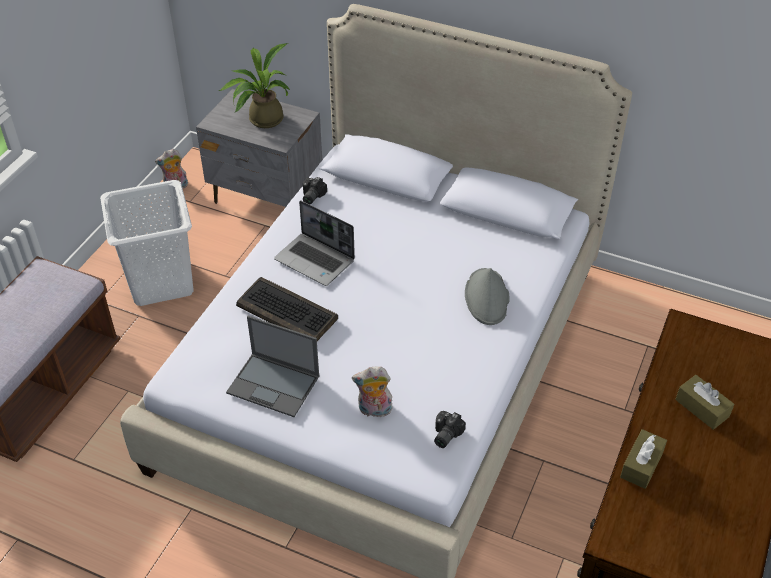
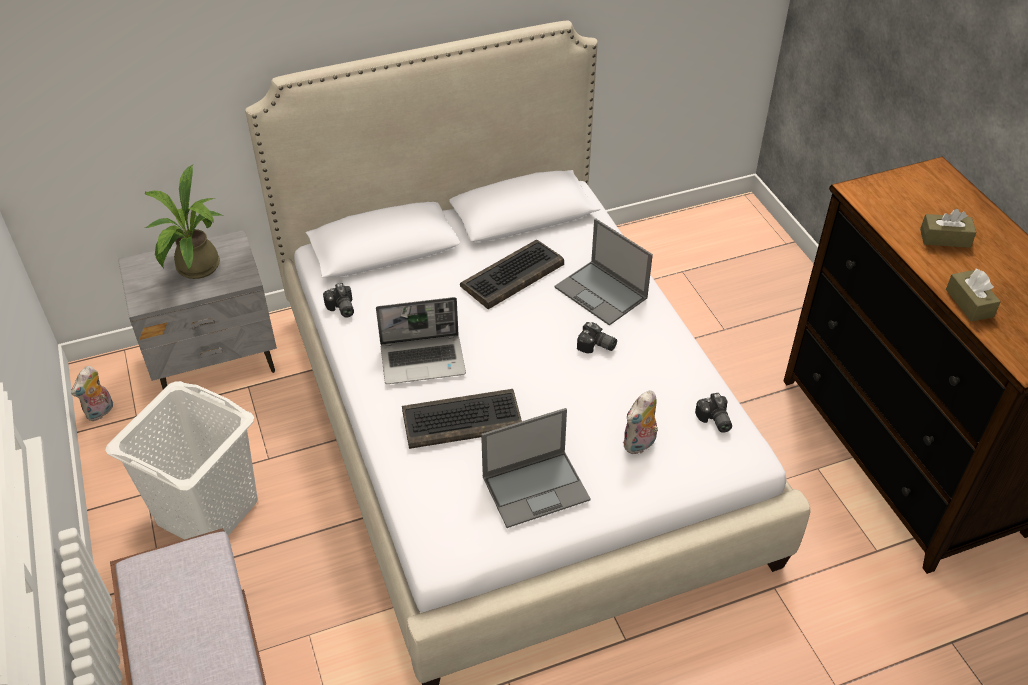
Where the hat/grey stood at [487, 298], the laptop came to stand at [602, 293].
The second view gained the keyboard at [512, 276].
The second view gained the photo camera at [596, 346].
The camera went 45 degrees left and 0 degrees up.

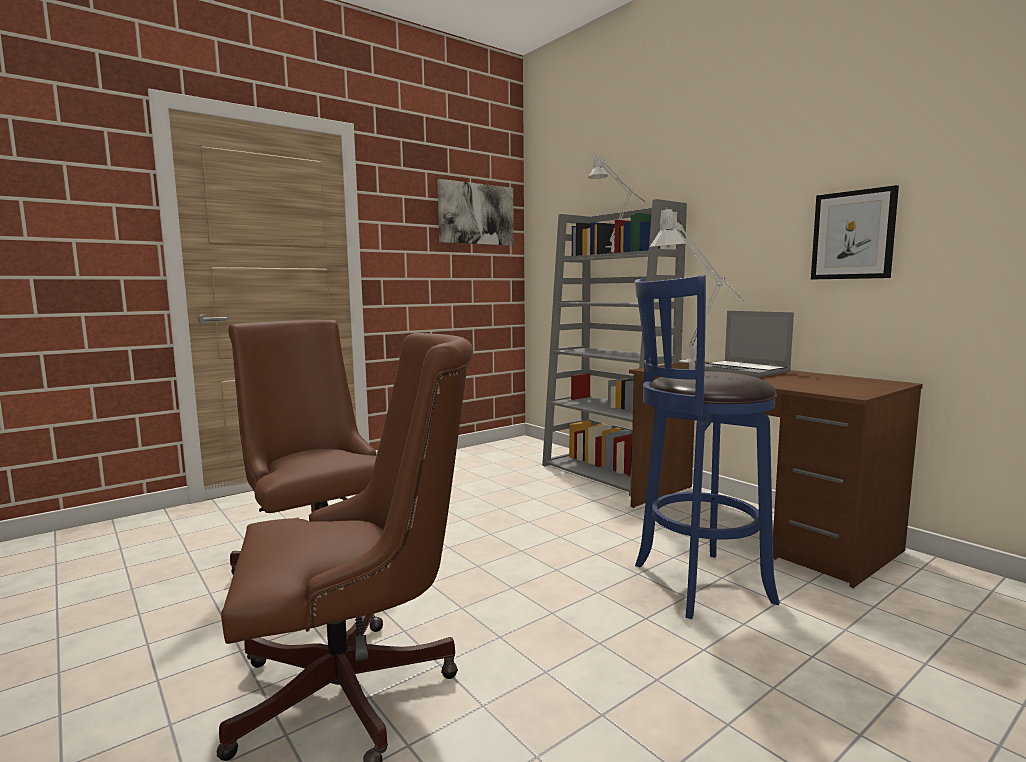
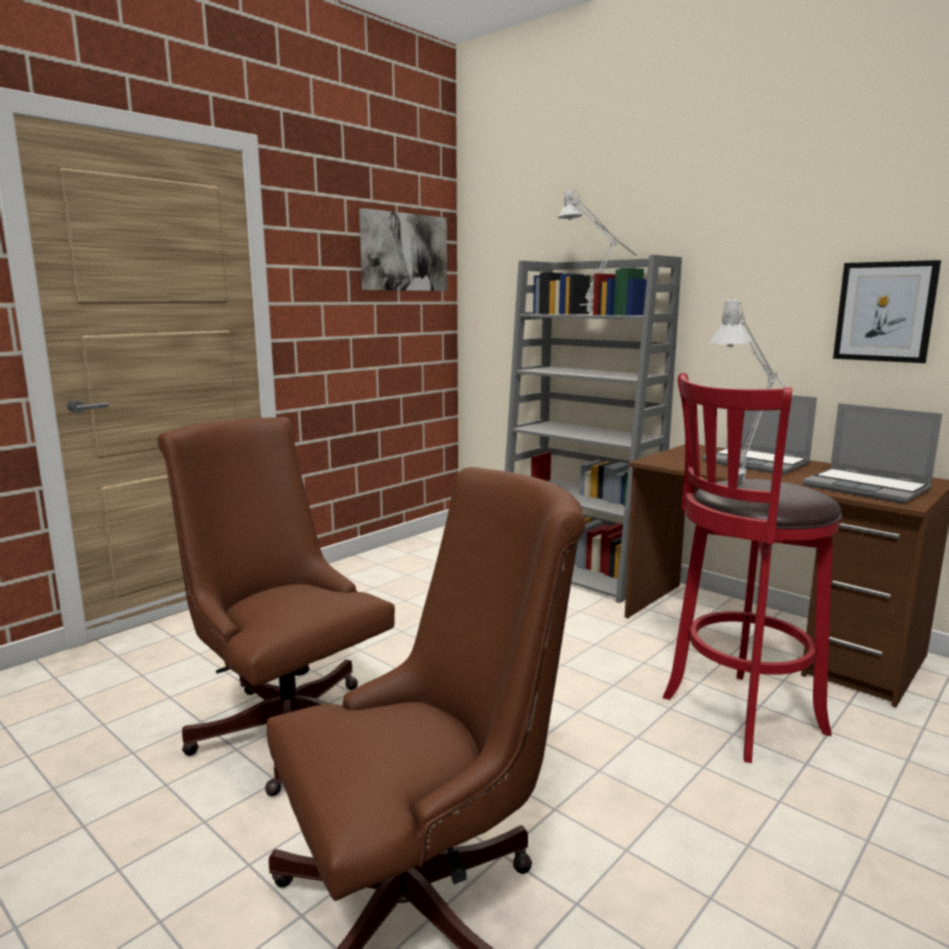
What was the stool/blue at [695, 584] turned into the stool/red at [736, 717].
The second view gained the laptop at [867, 488].
The camera went 10 degrees left and 5 degrees up.

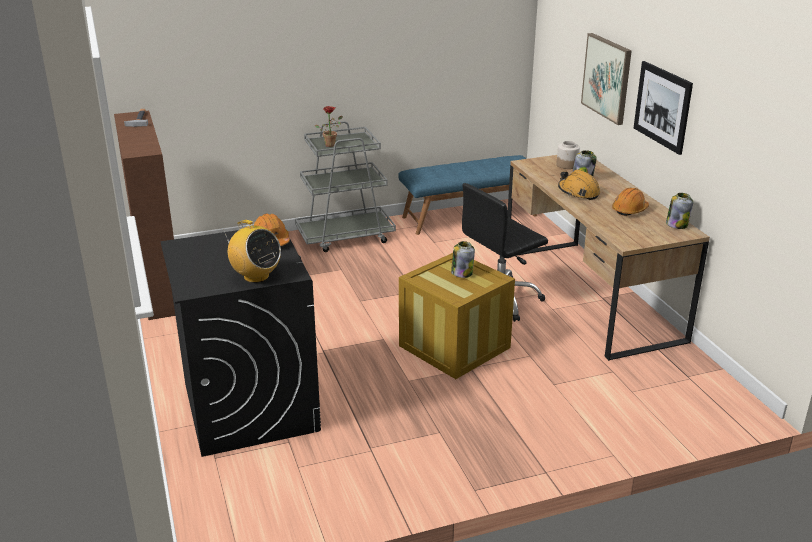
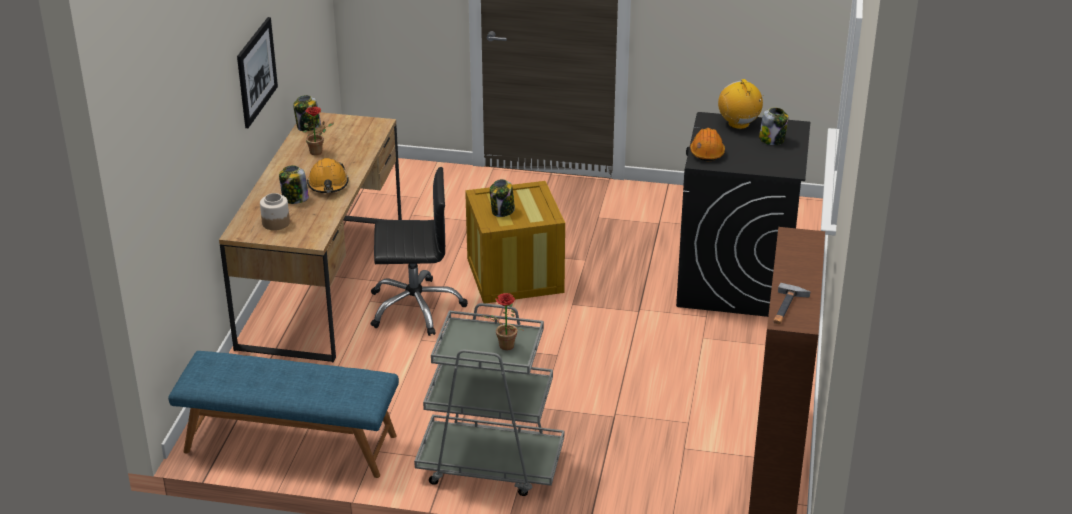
The second view lost the picture at [607, 78].
Where the hard hat/orange stood at [629, 210], the potted plant came to stand at [318, 151].
The second view gained the jar at [772, 140].
The camera went 150 degrees left and 5 degrees up.

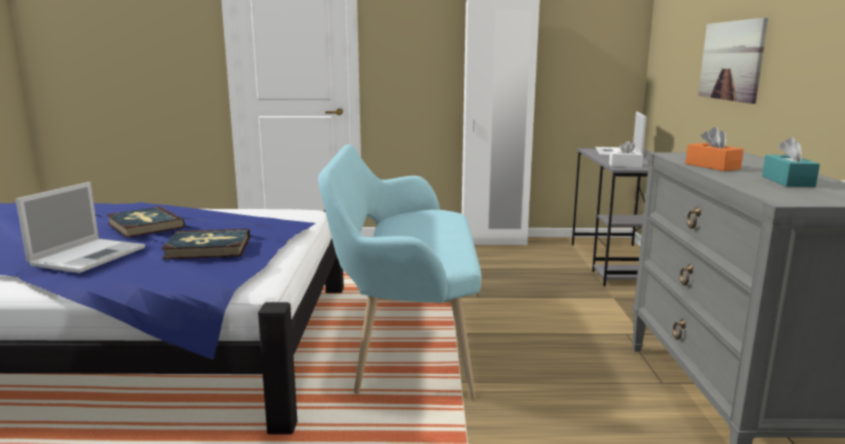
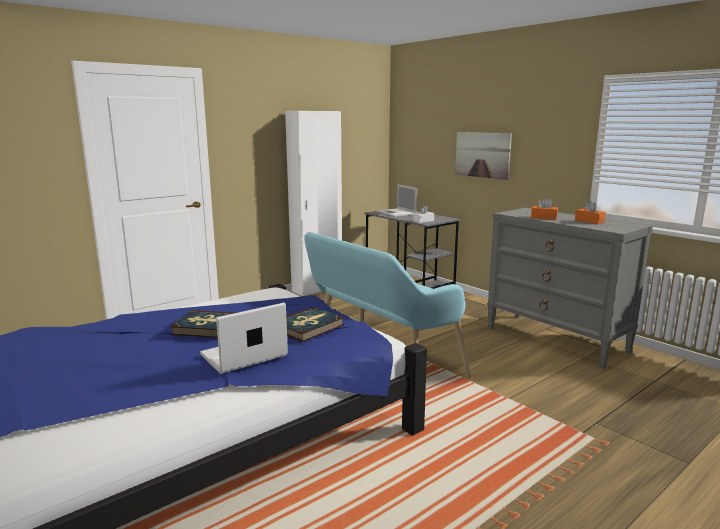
The laptop at [90, 255] ended up facing another way, 105 degrees counterclockwise from before.
What was the tissue box/turquoise at [787, 181] turned into the tissue box/orange at [589, 221].
The camera went 40 degrees left and 0 degrees up.

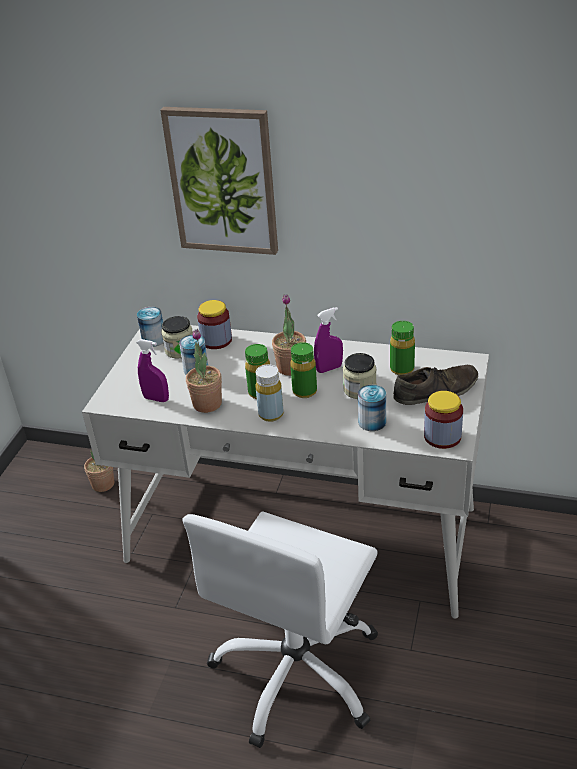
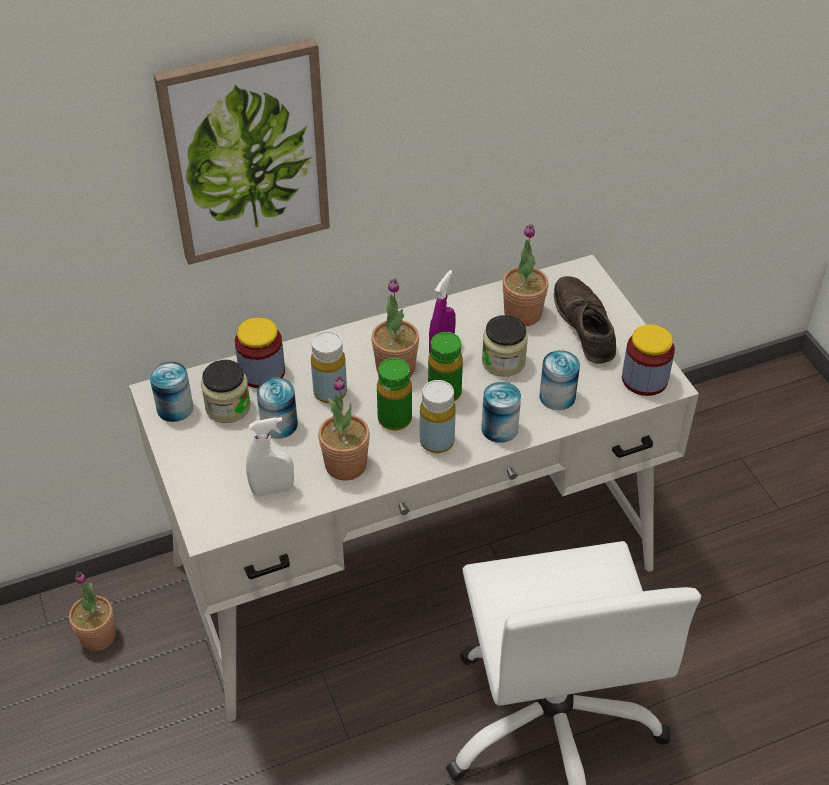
What was the spray bottle/purple at [156, 399] turned into the spray bottle/white at [272, 490].
Where the bottle/green stood at [402, 369], the potted plant came to stand at [522, 314].
The shoe/brown at [436, 391] ended up facing another way, 45 degrees counterclockwise from before.
The second view gained the bottle/yellow at [330, 392].
The second view gained the can at [499, 428].
The camera went 40 degrees left and 10 degrees up.

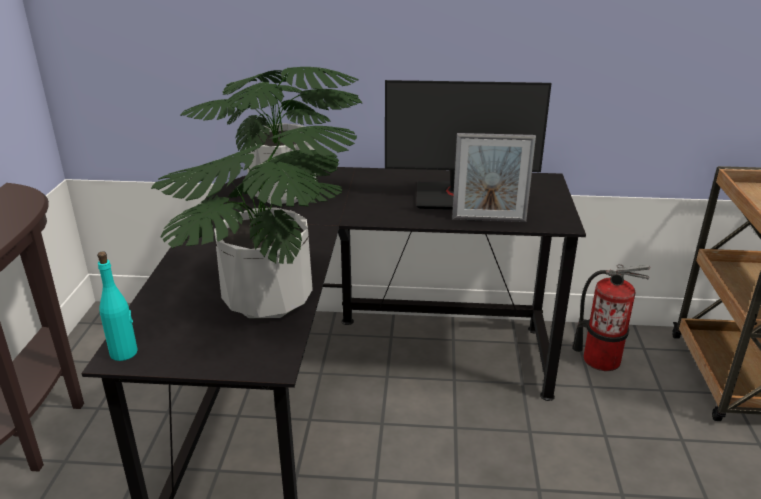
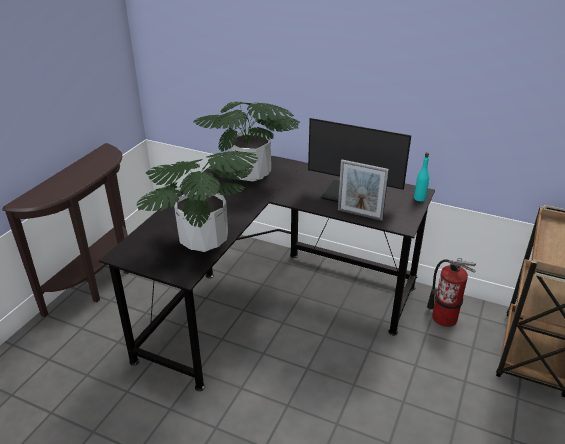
The bottle/turquoise ended up elsewhere, having gone from [124, 353] to [420, 198].
The camera went 20 degrees right and 5 degrees up.

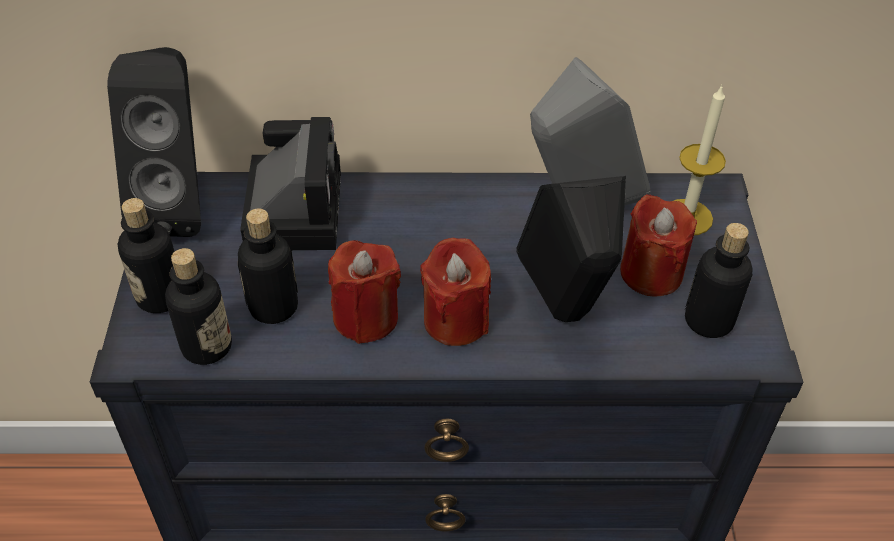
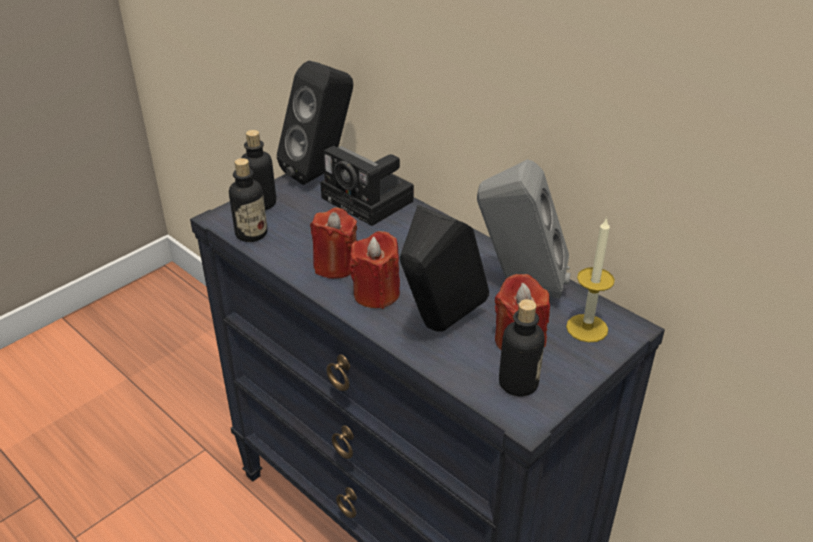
The second view lost the bottle at [273, 307].
The photo camera at [293, 207] ended up facing another way, 90 degrees clockwise from before.
The camera went 45 degrees right and 10 degrees down.

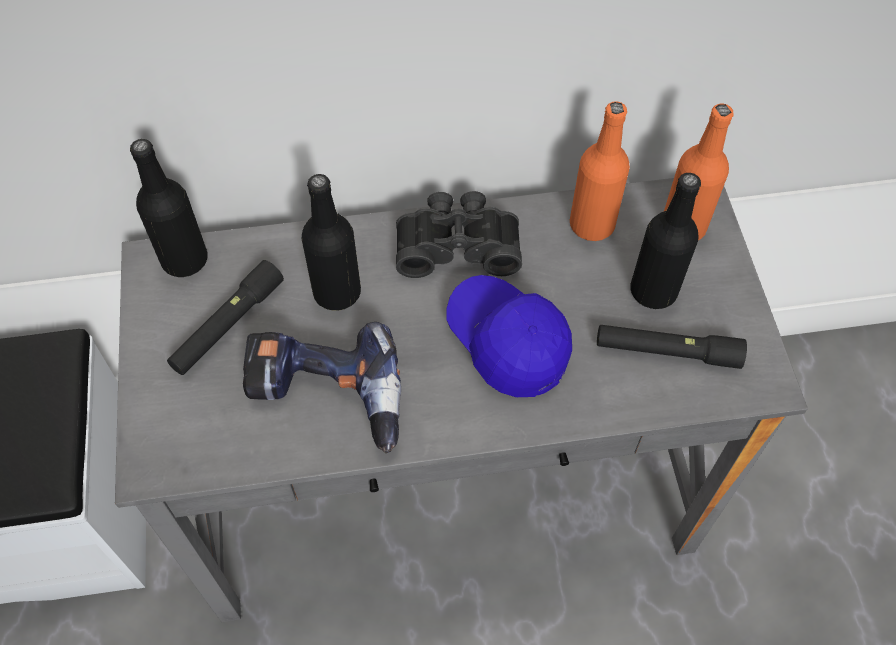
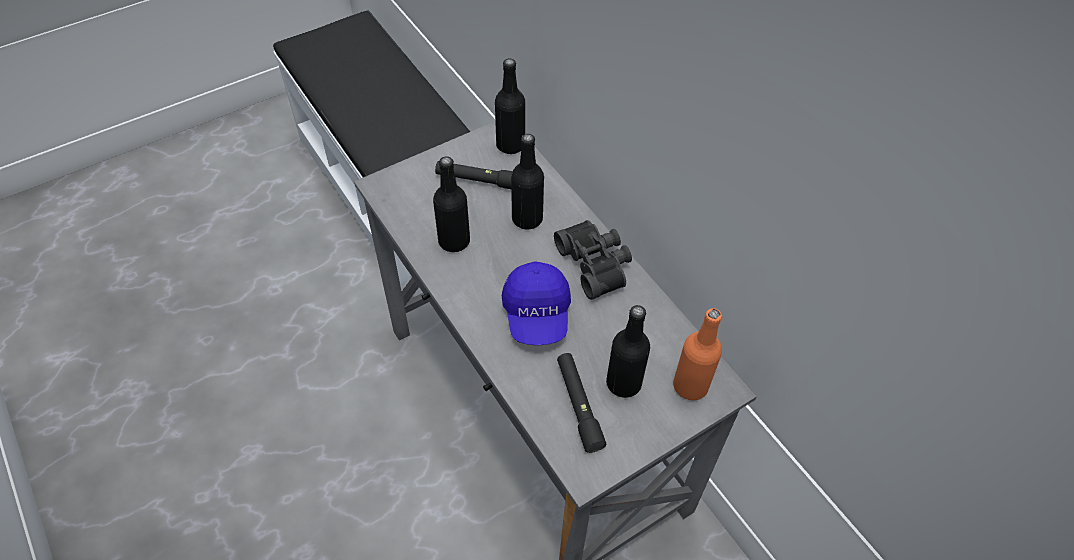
Where the power drill stood at [326, 399], the bottle/black came to stand at [454, 241].
The cap/blue at [507, 343] ended up facing another way, 150 degrees clockwise from before.
The second view lost the bottle/orange at [592, 224].
The camera went 65 degrees right and 5 degrees down.

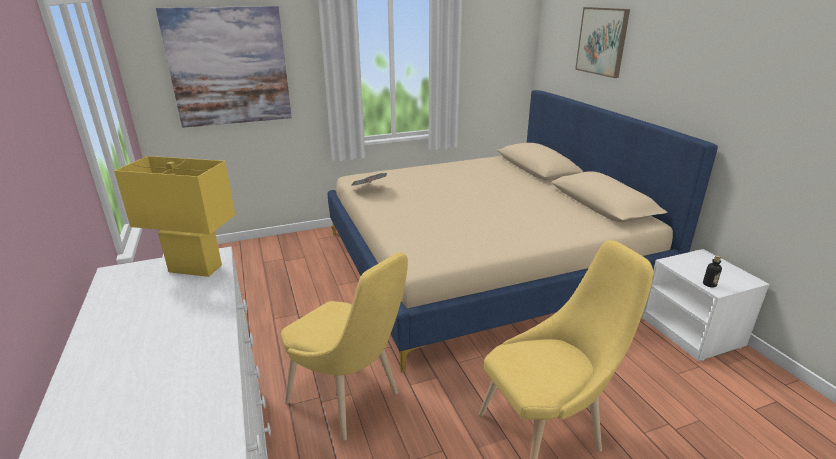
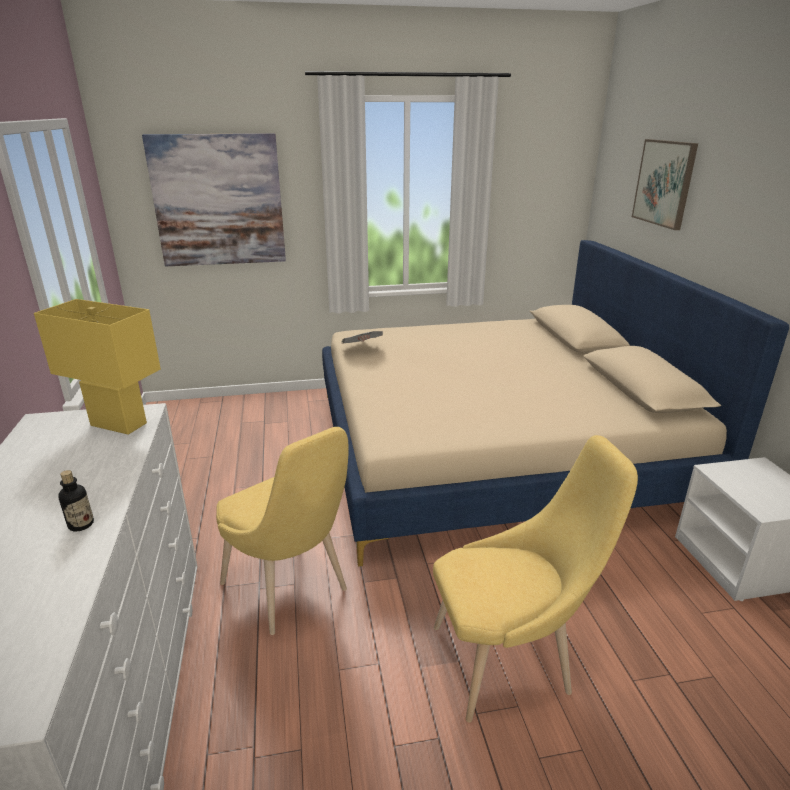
The bottle ended up elsewhere, having gone from [709, 284] to [81, 524].
The camera went 10 degrees right and 0 degrees up.

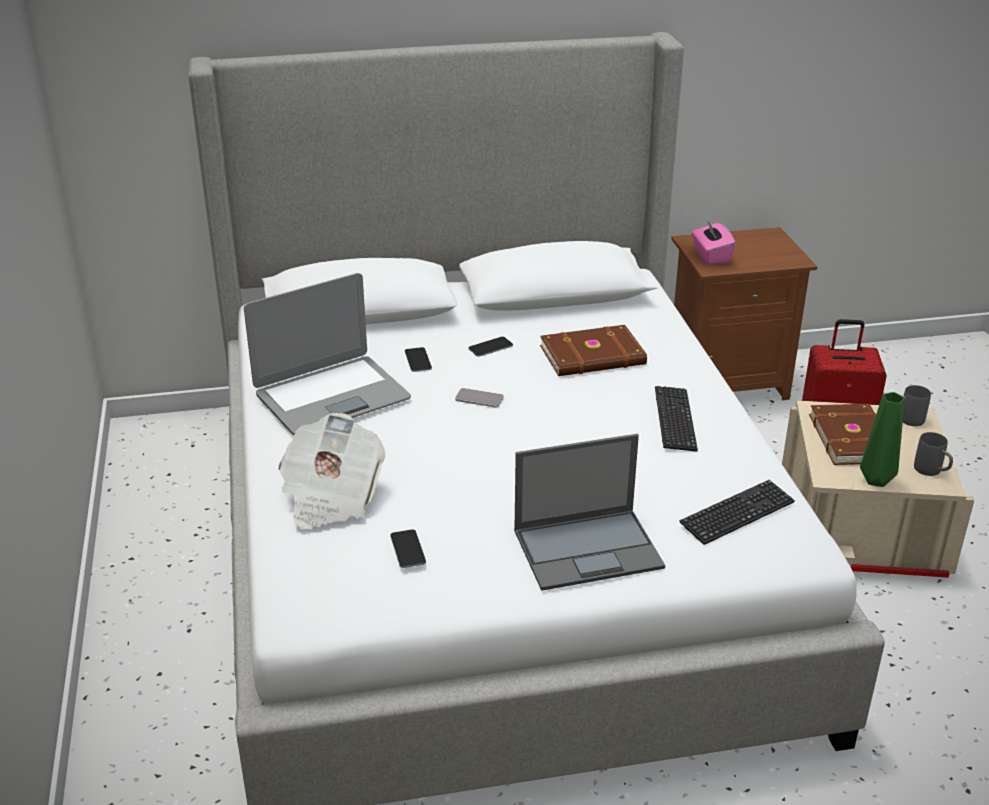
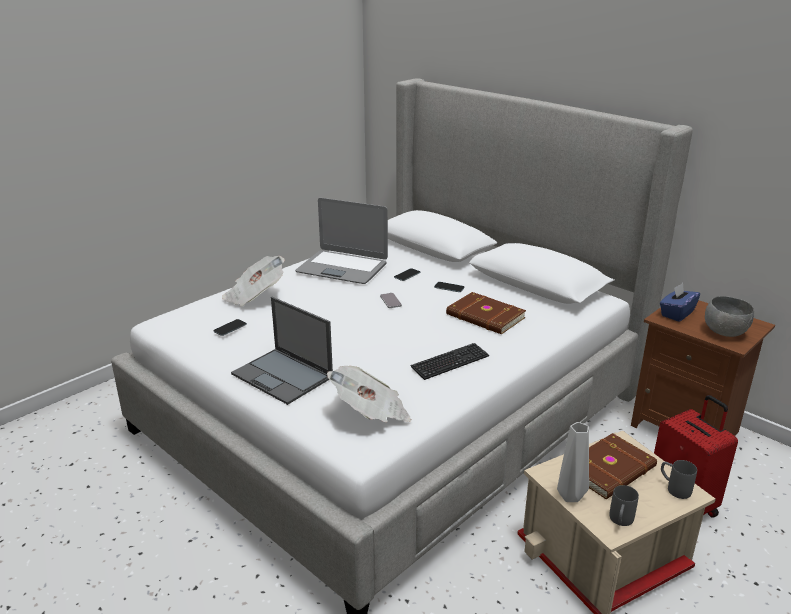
Where the keyboard stood at [737, 514], the newspaper came to stand at [371, 413].
What was the tissue box/pink at [710, 256] turned into the tissue box/blue at [676, 313].
What was the vase/green at [876, 481] turned into the vase/grey at [569, 496].
The second view gained the bowl/grey at [725, 332].
The camera went 55 degrees right and 5 degrees down.

